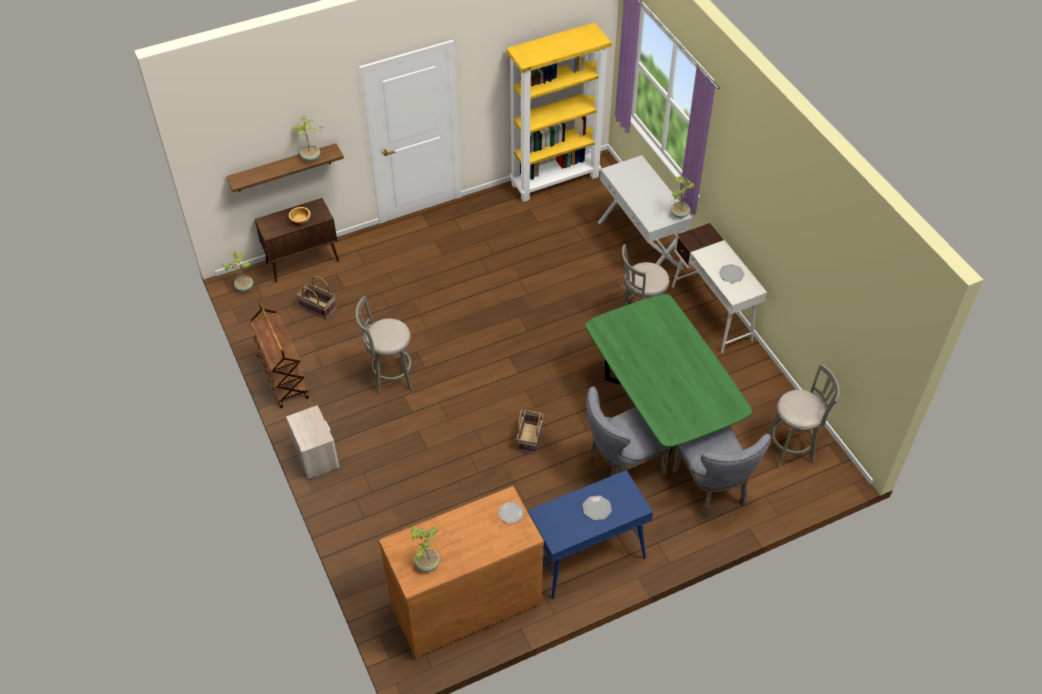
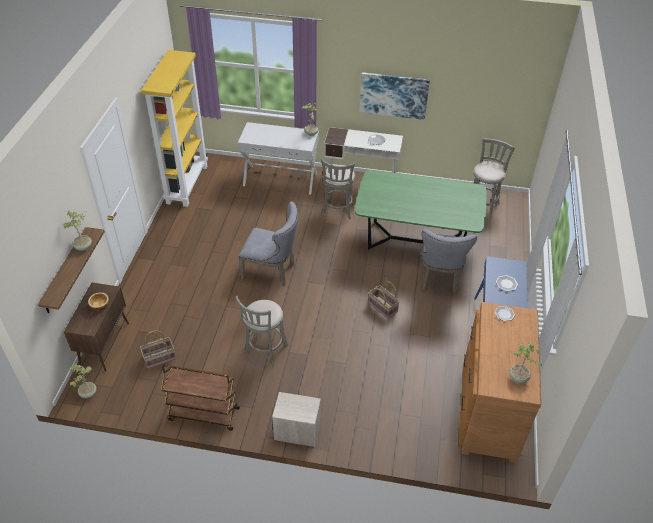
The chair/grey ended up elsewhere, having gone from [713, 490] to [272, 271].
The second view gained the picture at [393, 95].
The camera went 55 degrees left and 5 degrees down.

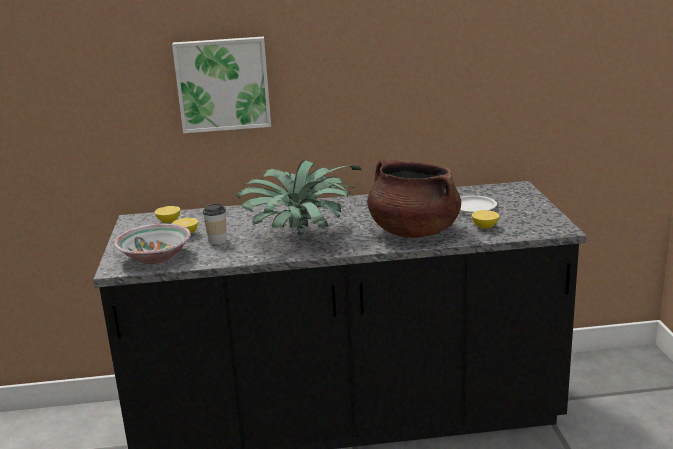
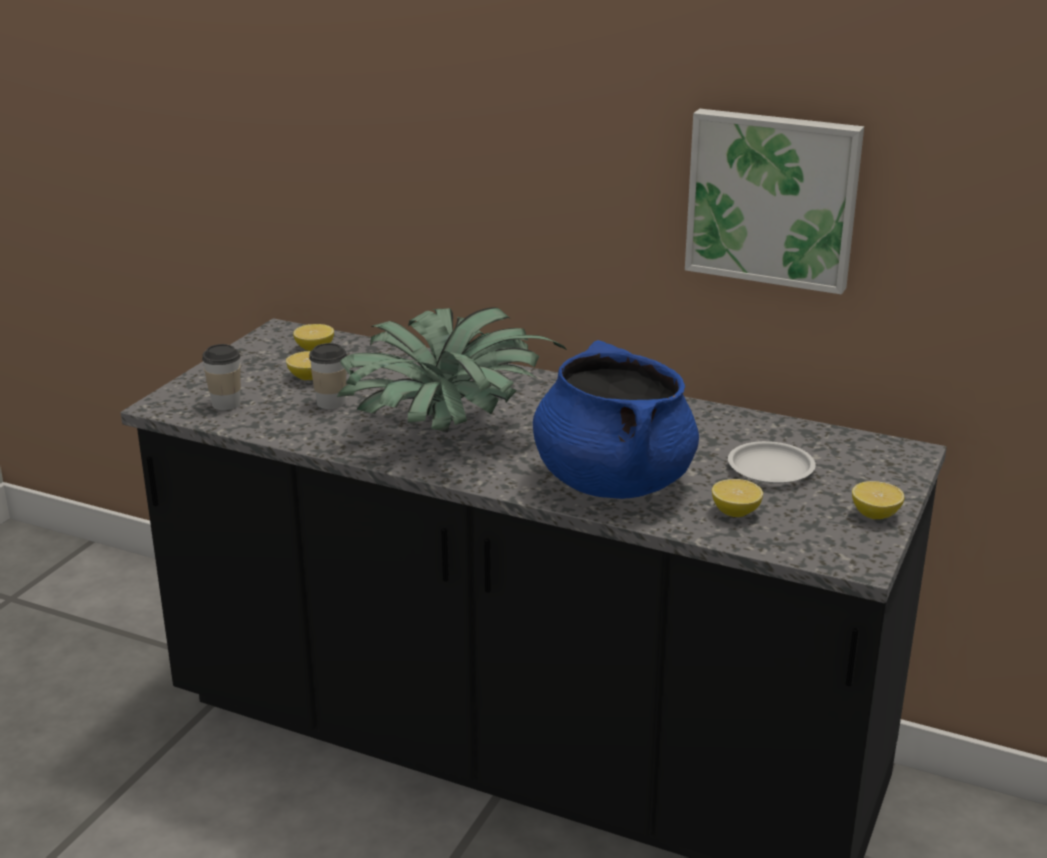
Where the bowl stood at [156, 257], the cup came to stand at [226, 404].
The picture ended up elsewhere, having gone from [223, 84] to [773, 198].
What was the cooking pot/brown at [413, 231] turned into the cooking pot/blue at [613, 481].
The second view gained the lemon at [875, 514].
The camera went 30 degrees right and 5 degrees up.

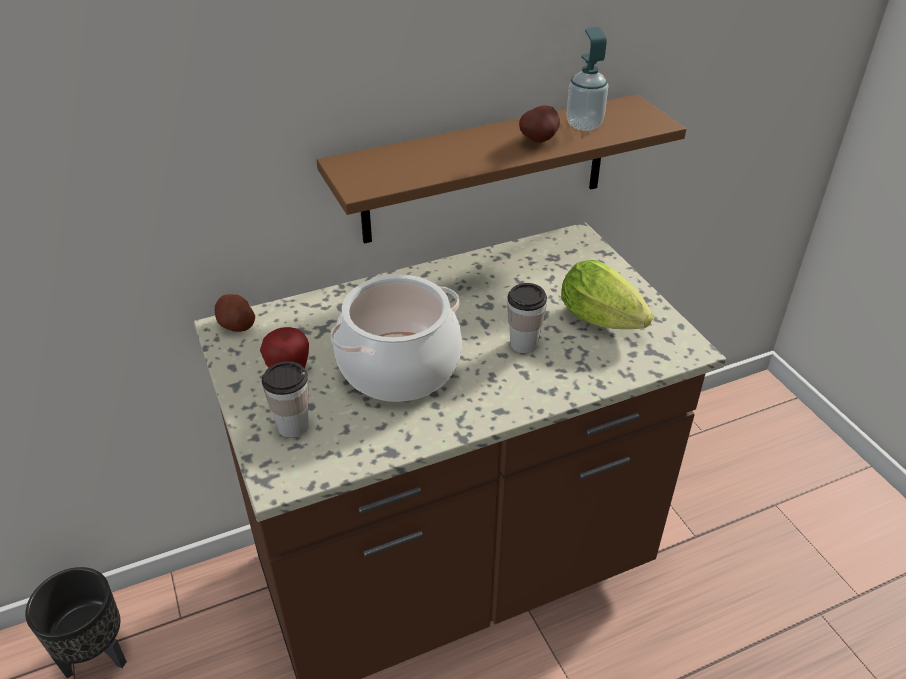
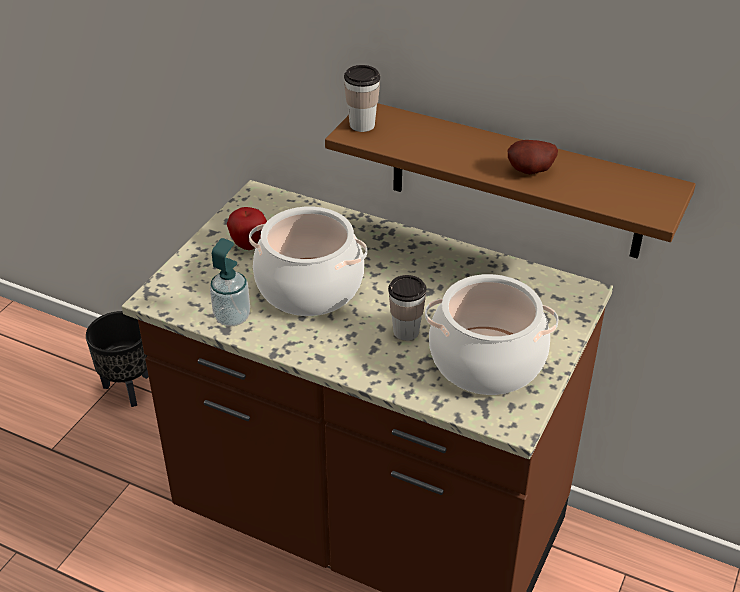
The second view lost the potato at [236, 325].
The cup ended up elsewhere, having gone from [293, 426] to [362, 125].
Where the lettuce stood at [605, 322], the cooking pot came to stand at [487, 360].
The soap dispenser ended up elsewhere, having gone from [584, 124] to [232, 317].
The camera went 50 degrees right and 0 degrees up.

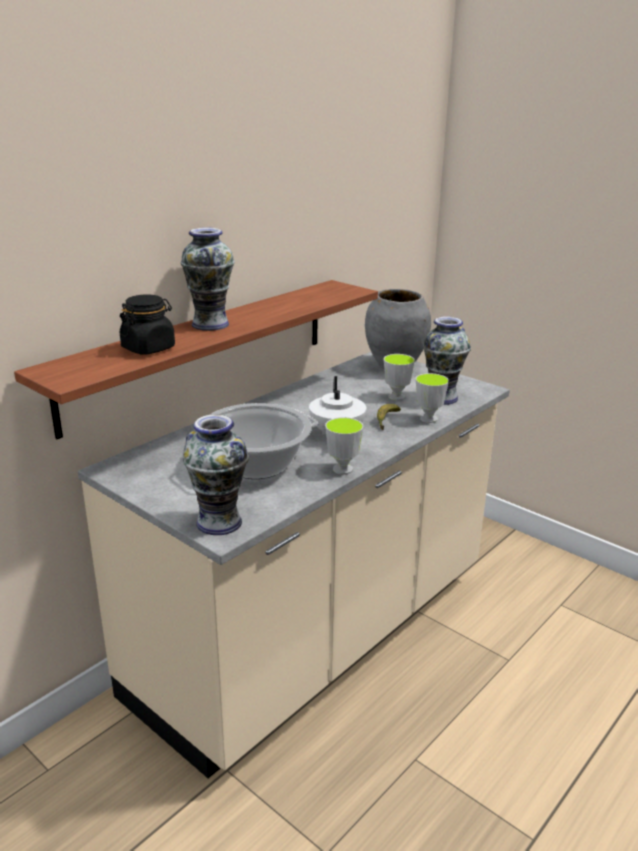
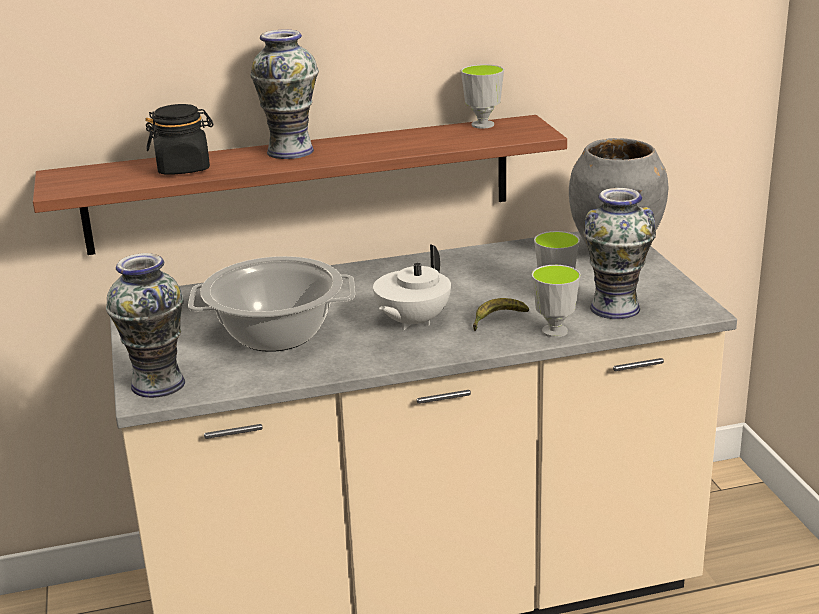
The cup ended up elsewhere, having gone from [343, 469] to [482, 125].
The camera went 35 degrees right and 0 degrees up.

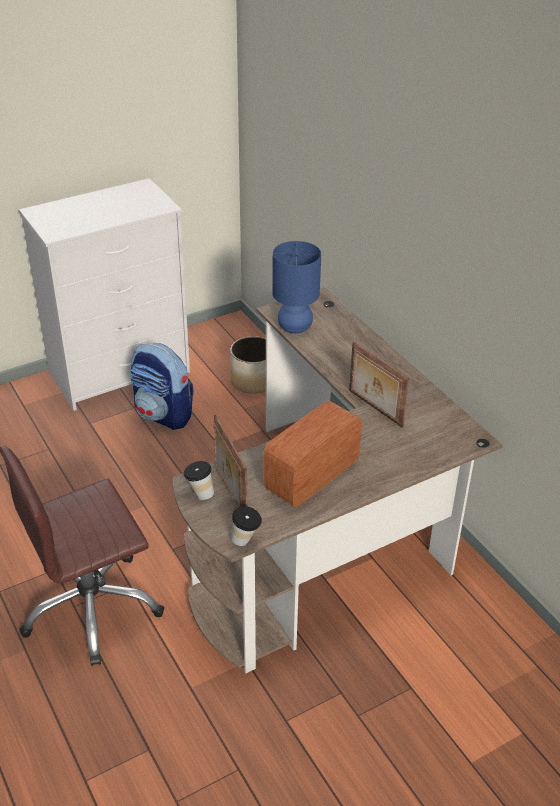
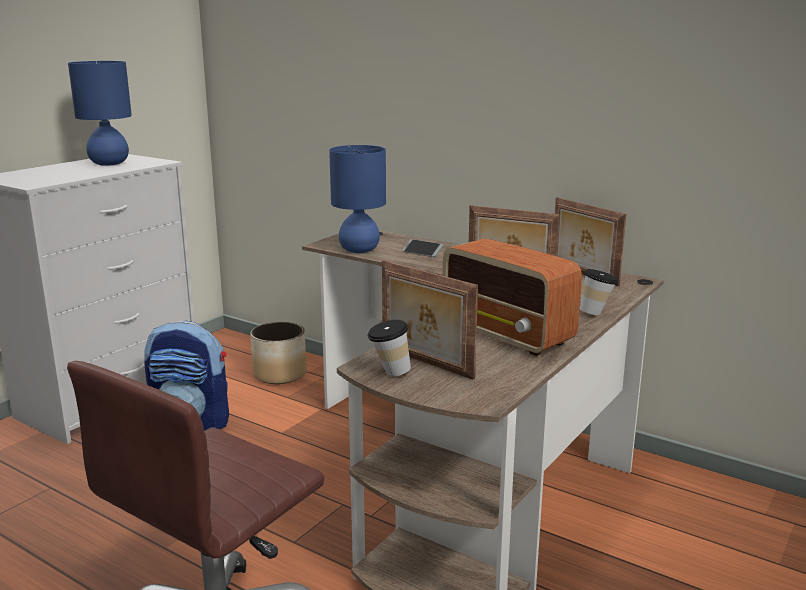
The cup ended up elsewhere, having gone from [246, 541] to [597, 313].
The radio at [310, 478] ended up facing another way, 60 degrees counterclockwise from before.
The second view gained the table lamp/blue at [108, 163].
The second view gained the phone at [422, 252].
The second view gained the picture frame at [583, 275].
The camera went 25 degrees left and 20 degrees down.

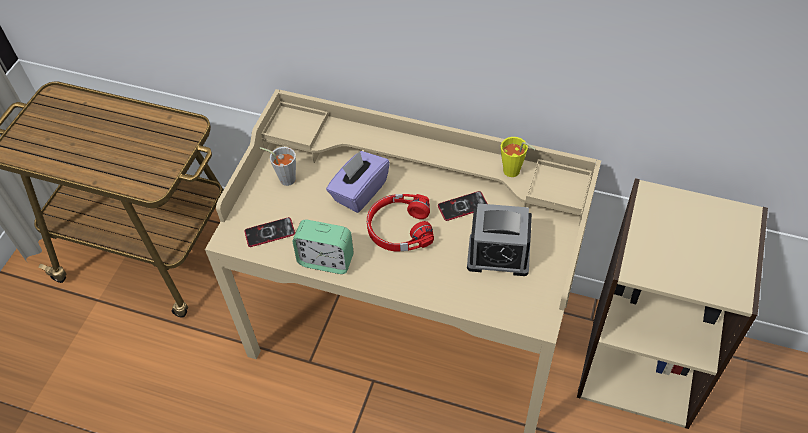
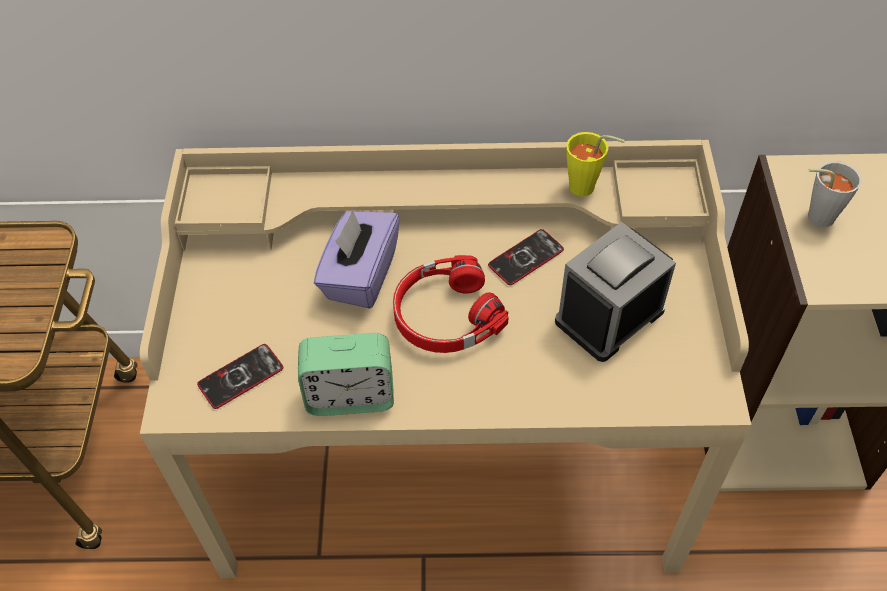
The cup/grey ended up elsewhere, having gone from [284, 178] to [814, 217].
The alarm clock at [498, 255] ended up facing another way, 150 degrees clockwise from before.
The camera went 20 degrees left and 0 degrees up.

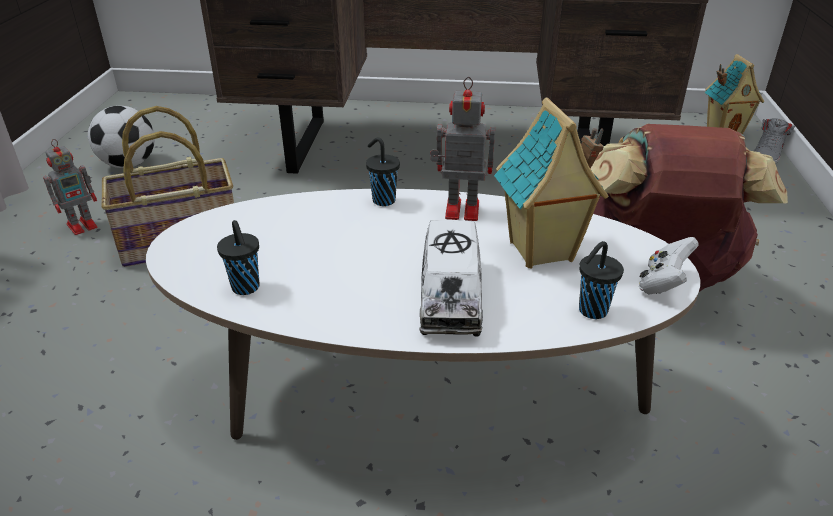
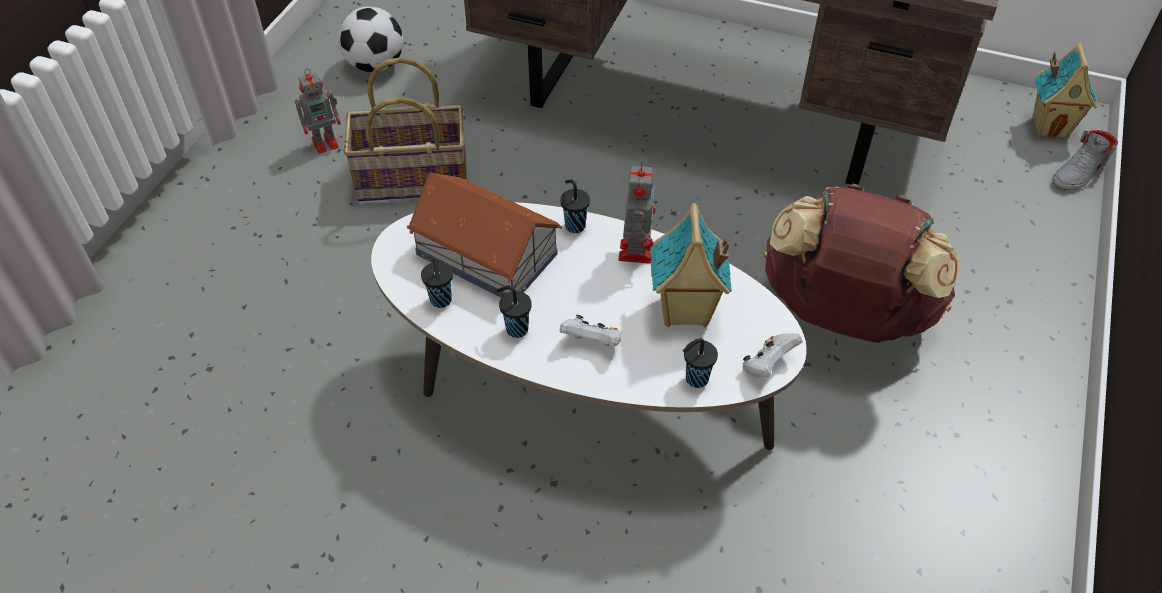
Where the toy truck stood at [450, 297], the game controller/white came to stand at [592, 342].
The toy robot at [460, 210] ended up facing another way, 75 degrees clockwise from before.
The second view gained the toy house at [486, 252].
The second view gained the cup/black at [515, 329].
The camera went 15 degrees right and 15 degrees up.

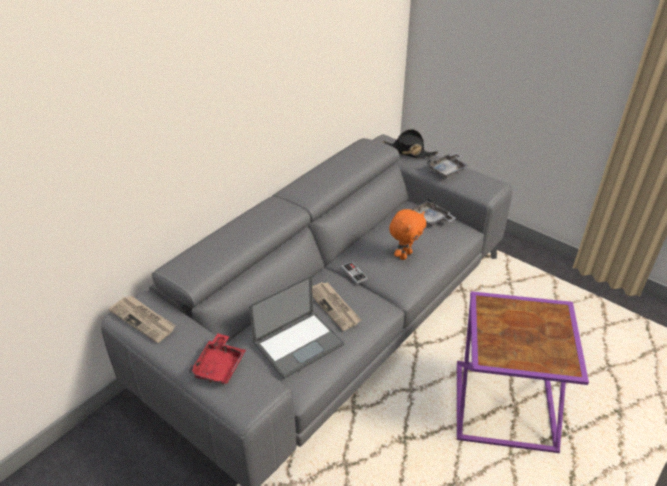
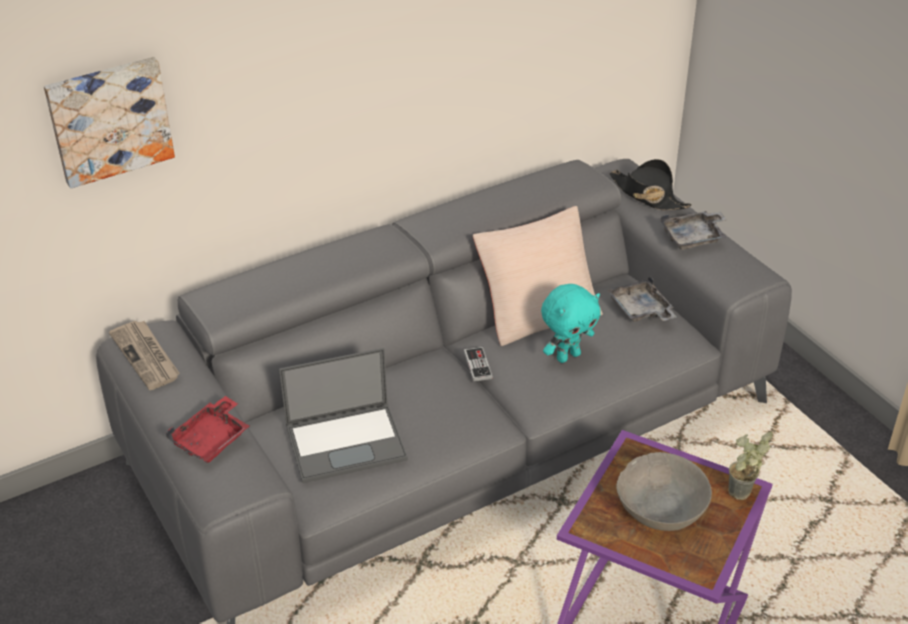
The second view lost the newspaper at [334, 307].
What was the plush toy/orange at [405, 255] turned into the plush toy/turquoise at [567, 356].
The second view gained the picture at [109, 119].
The second view gained the pillow/beige at [537, 311].
The second view gained the bowl/grey at [661, 508].
The second view gained the potted plant at [741, 497].
The camera went 20 degrees right and 0 degrees up.

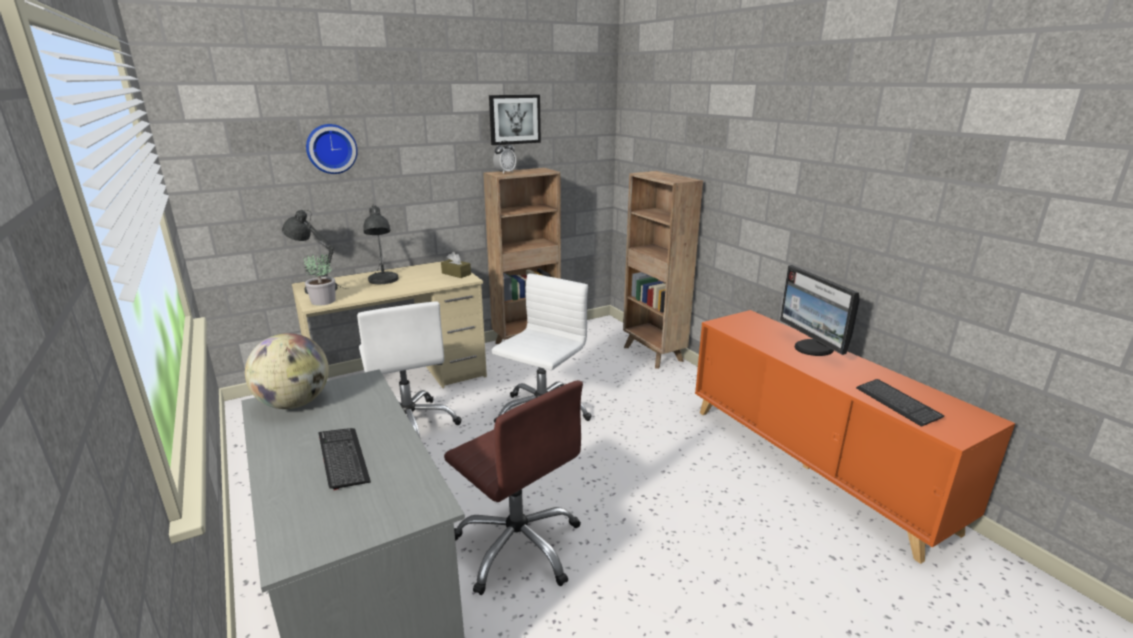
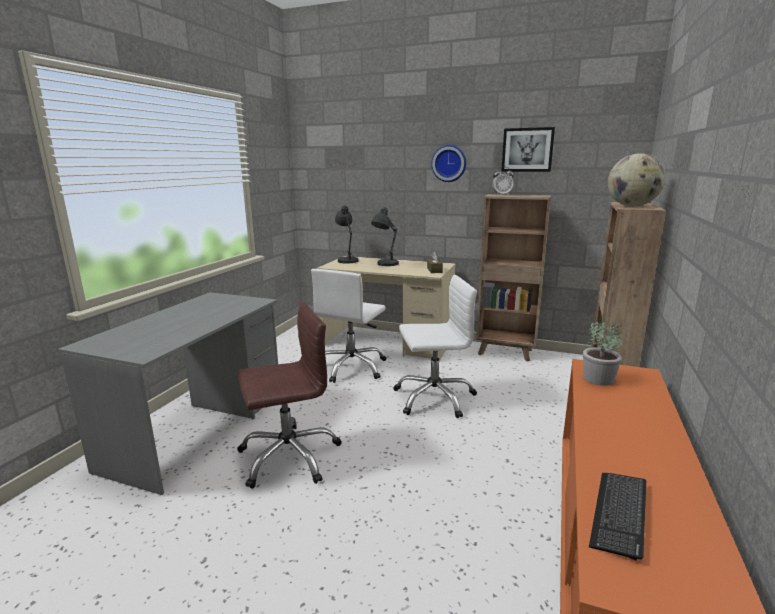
The globe ended up elsewhere, having gone from [294, 403] to [632, 206].
The potted plant ended up elsewhere, having gone from [323, 301] to [599, 379].
The wall clock ended up elsewhere, having gone from [331, 148] to [449, 163].
The second view lost the keyboard at [343, 459].
The office chair/brown at [518, 545] ended up facing another way, 120 degrees counterclockwise from before.
The second view lost the monitor at [813, 348].
The camera went 50 degrees right and 5 degrees down.

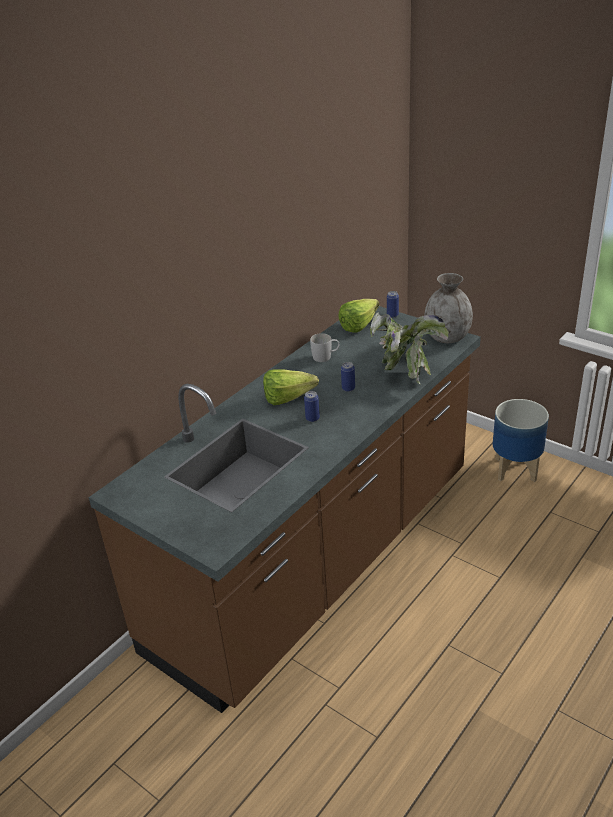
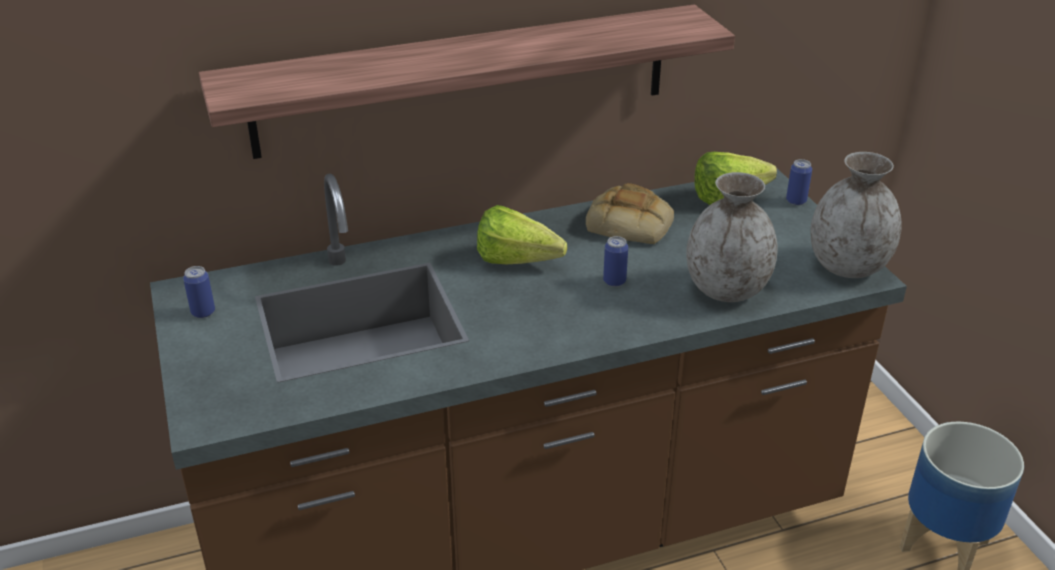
The can ended up elsewhere, having gone from [312, 418] to [203, 312].
Where the mug/white stood at [325, 357], the bread came to stand at [631, 223].
Where the potted plant stood at [405, 370], the vase/grey came to stand at [727, 290].
The second view gained the shelf at [464, 80].
The camera went 30 degrees right and 0 degrees up.

